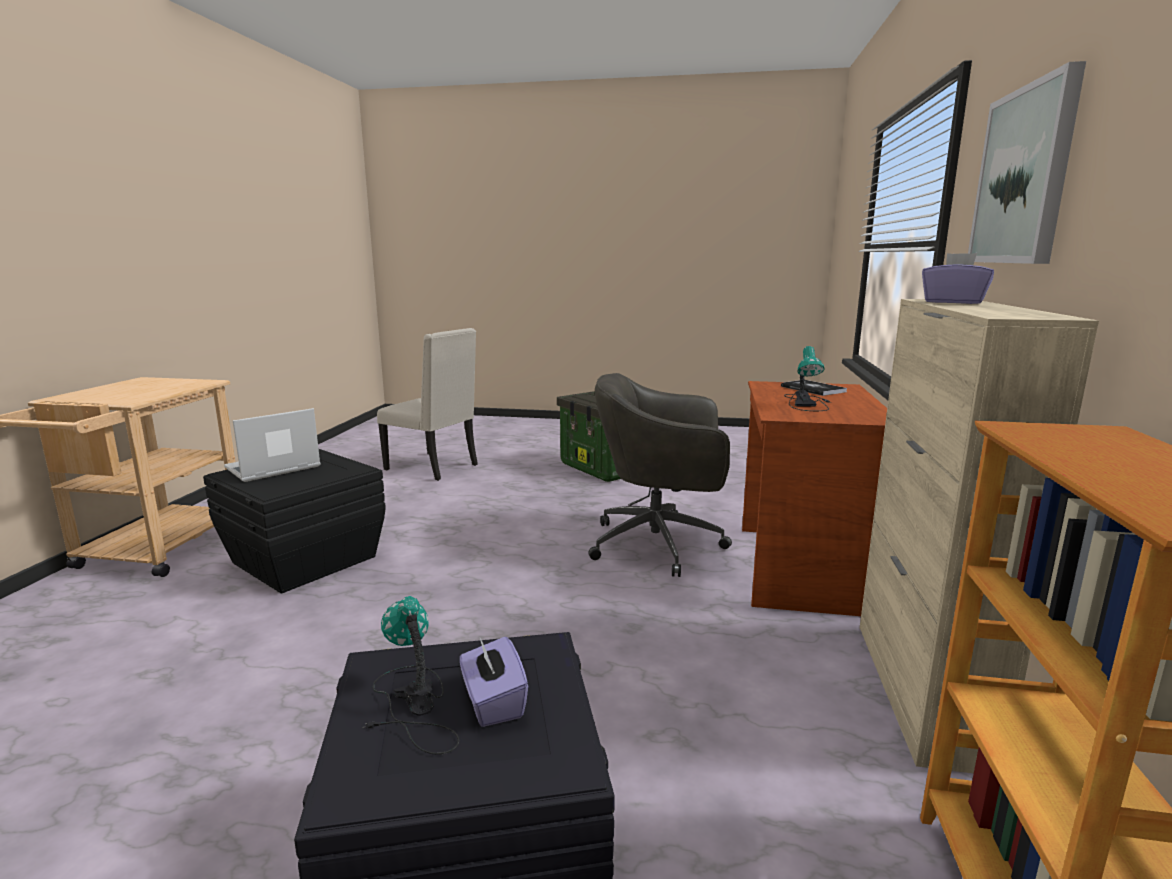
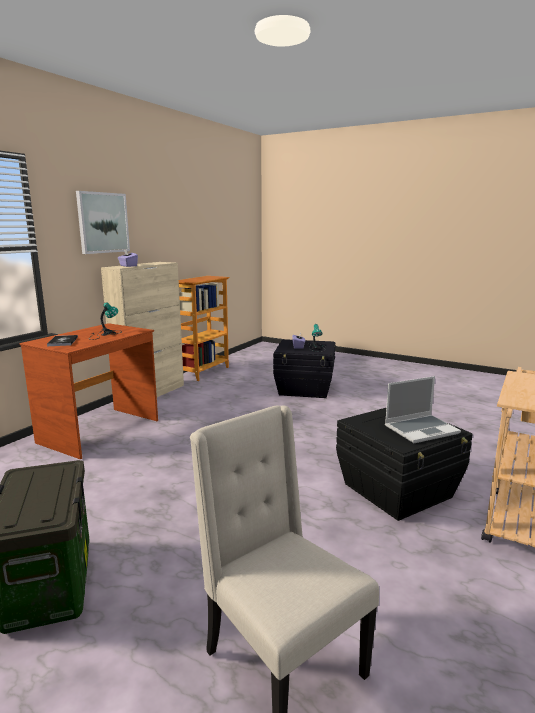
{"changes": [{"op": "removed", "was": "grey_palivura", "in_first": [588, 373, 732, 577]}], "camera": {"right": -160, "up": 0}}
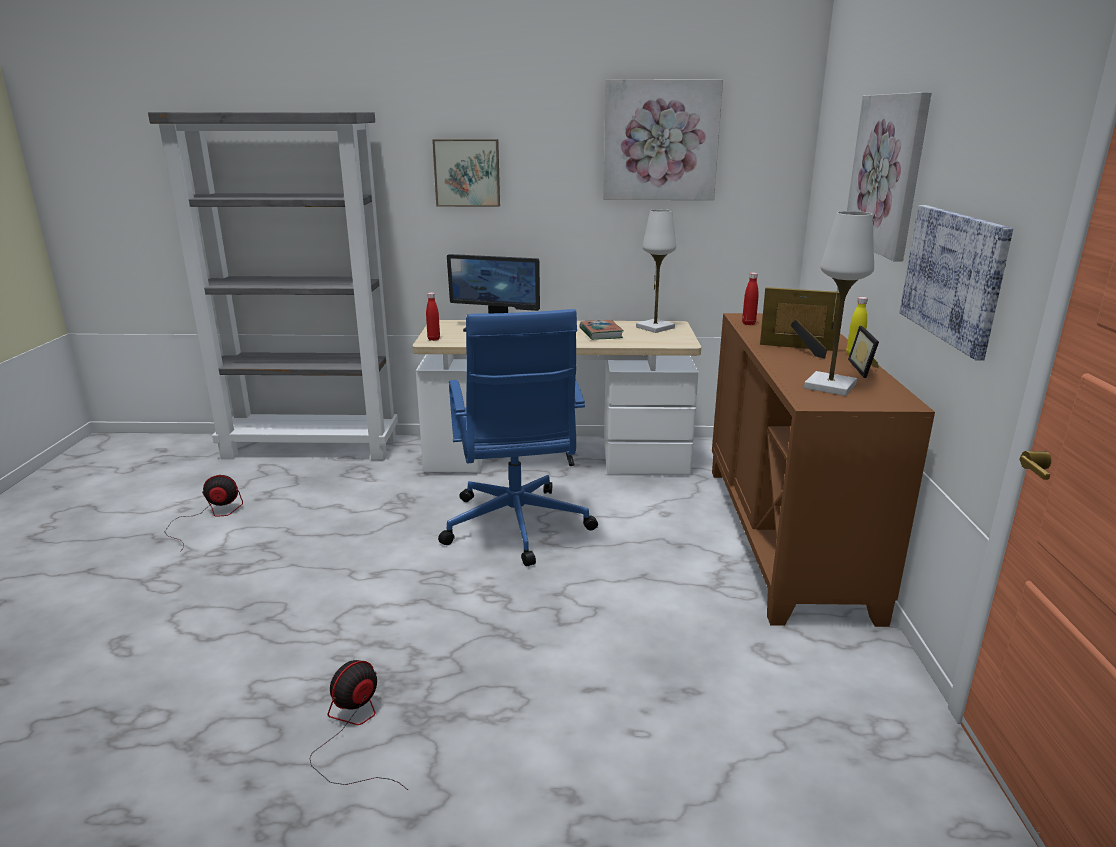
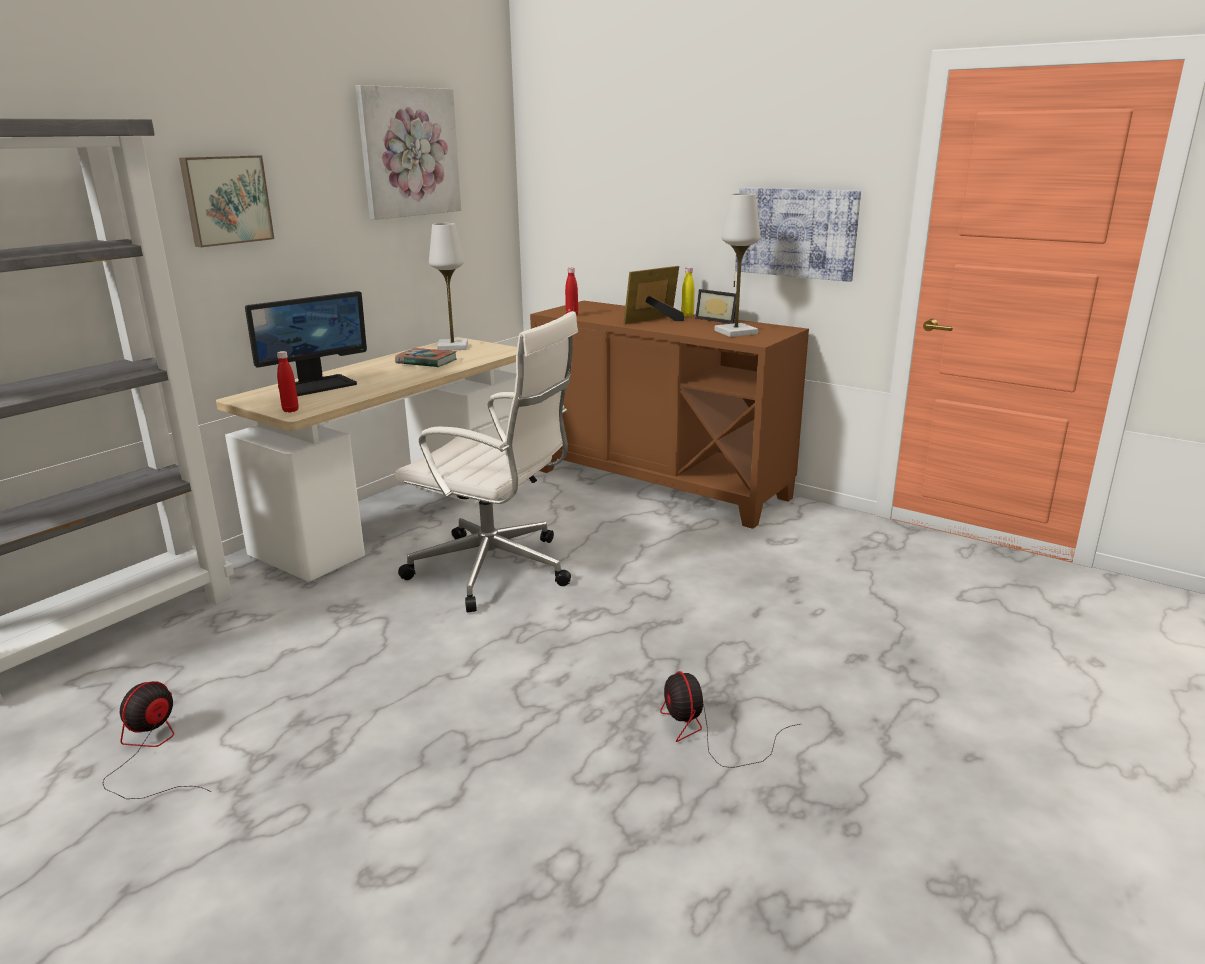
{"changes": [{"op": "recoloured", "was": "blue_palivura", "now": "white_palivura", "in_first": [438, 309, 598, 566], "in_second": [395, 311, 578, 612]}, {"op": "removed", "was": "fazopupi", "in_first": [847, 92, 932, 261]}], "camera": {"right": -55, "up": 0}}
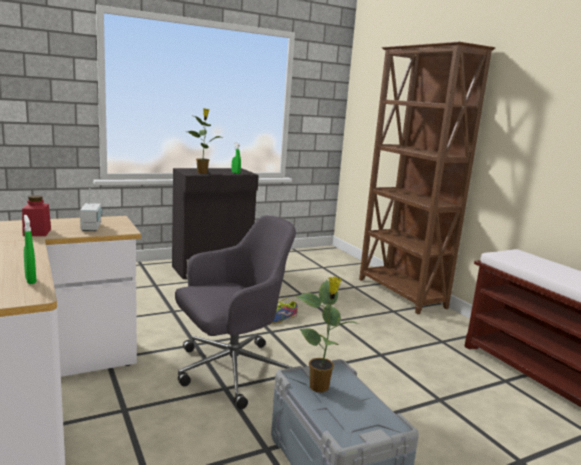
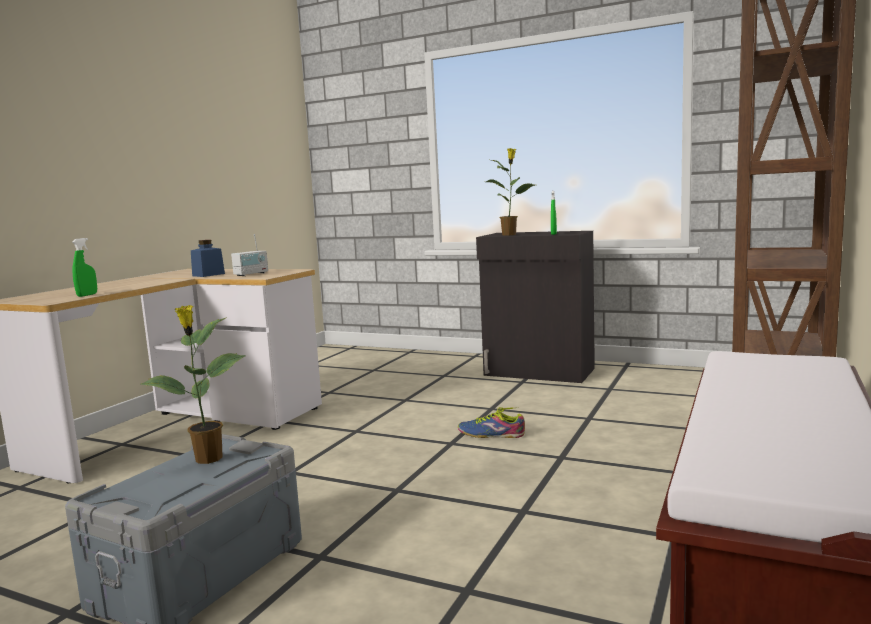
{"changes": [{"op": "recoloured", "was": "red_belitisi", "now": "blue_belitisi", "in_first": [22, 195, 51, 236], "in_second": [191, 240, 225, 277]}, {"op": "removed", "was": "grey_palivura", "in_first": [175, 215, 296, 409]}], "camera": {"right": 55, "up": -5}}
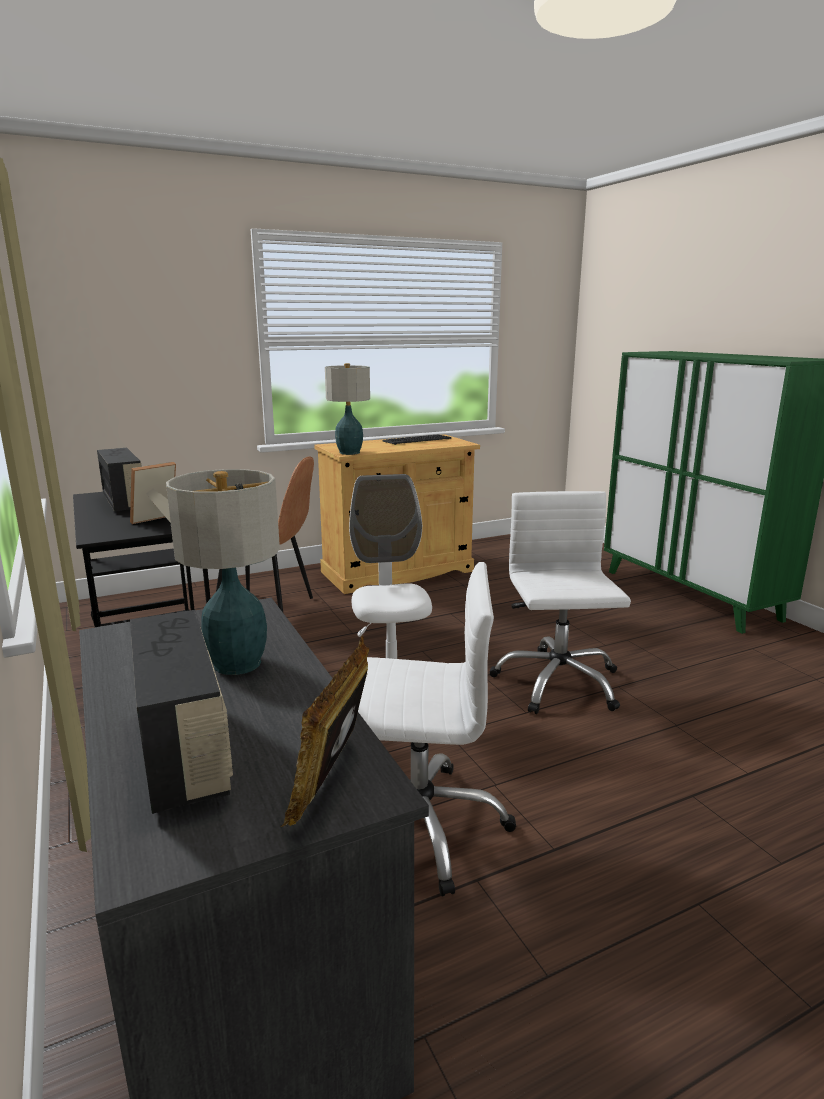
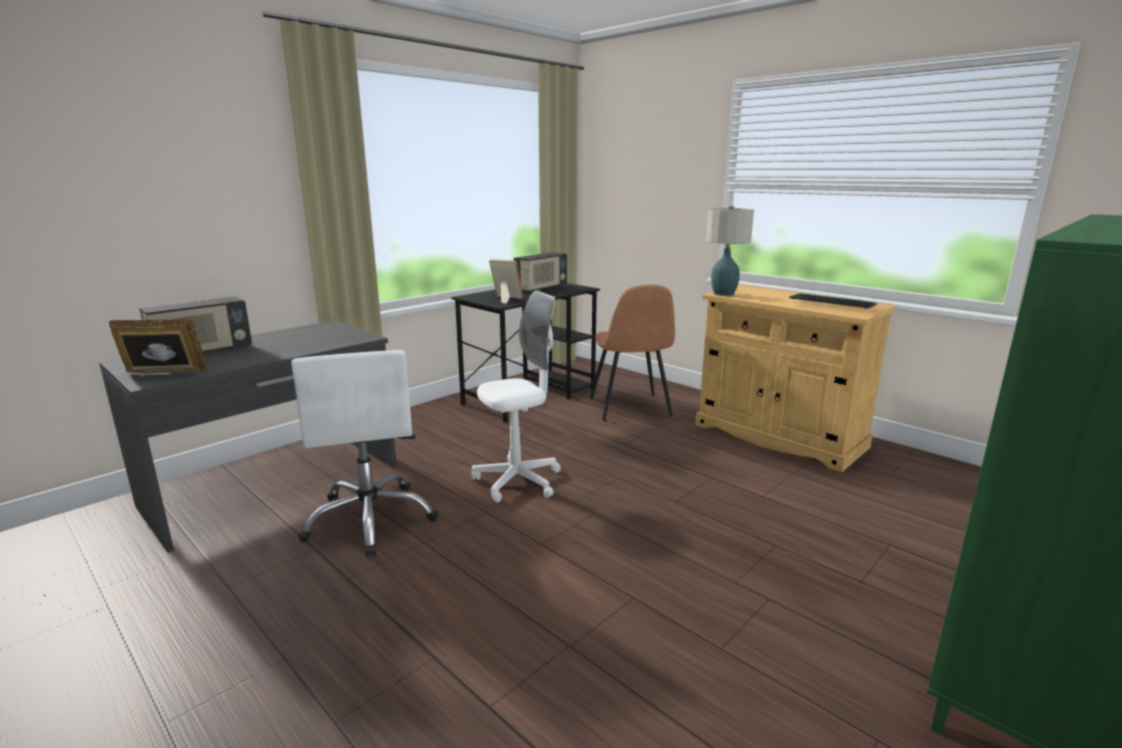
{"changes": [{"op": "removed", "was": "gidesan", "in_first": [166, 469, 280, 675]}, {"op": "removed", "was": "white_palivura", "in_first": [489, 491, 631, 714]}], "camera": {"right": 70, "up": 0}}
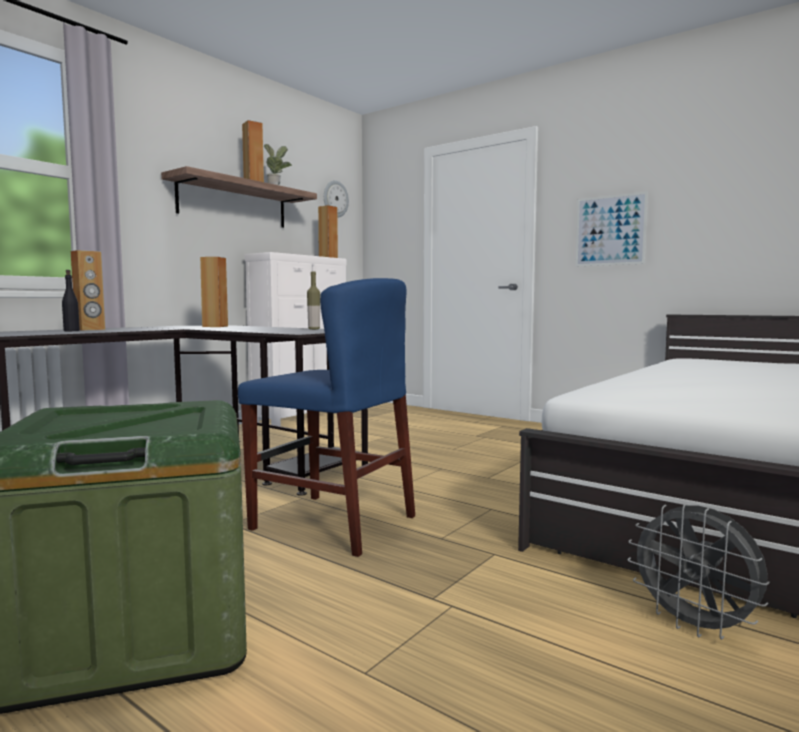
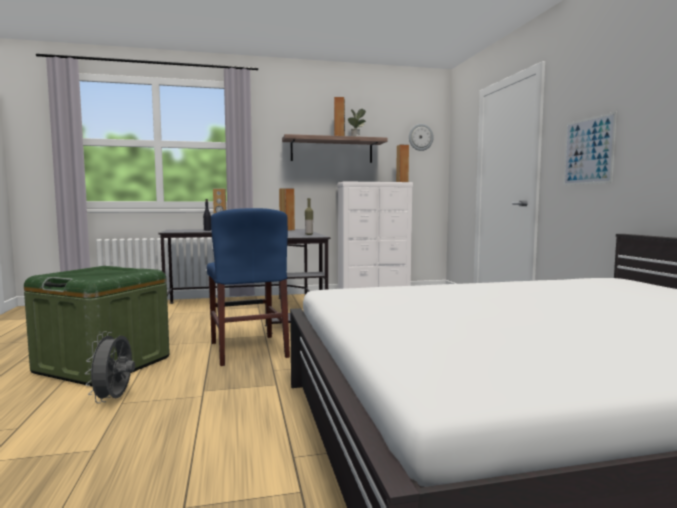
{"changes": [{"op": "moved", "was": "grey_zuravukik", "in_first": [628, 503, 770, 640], "in_second": [85, 331, 135, 403]}], "camera": {"right": 40, "up": 0}}
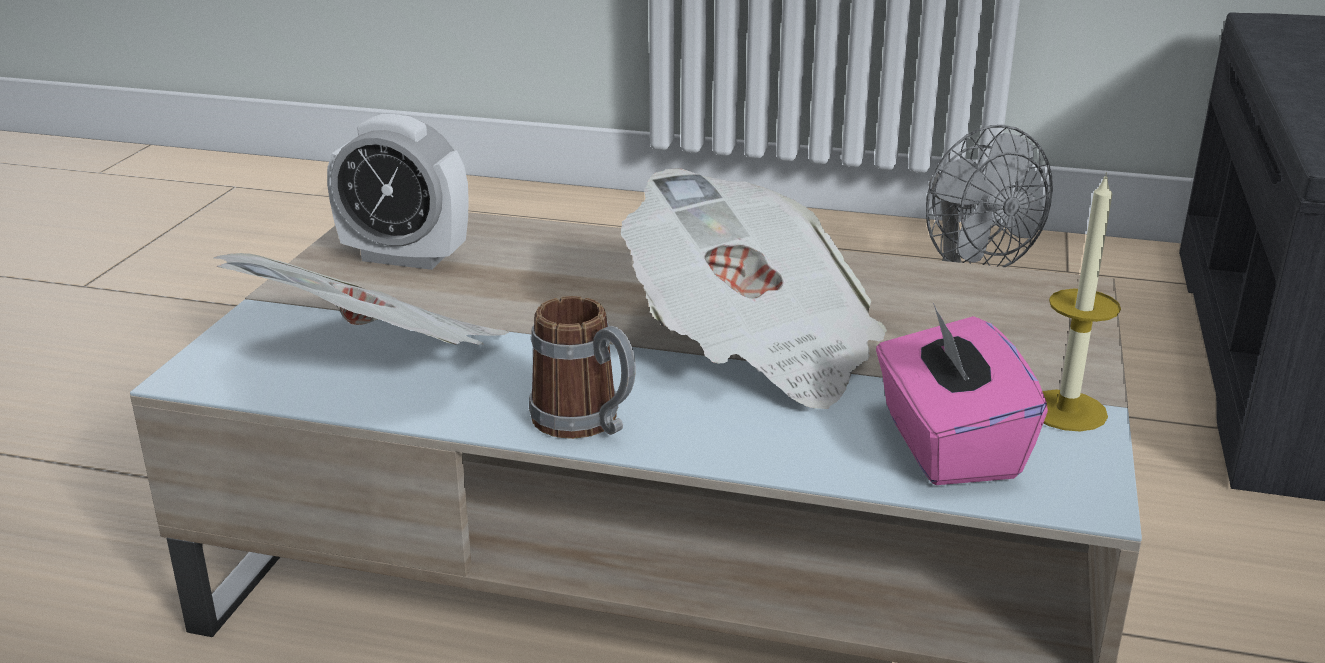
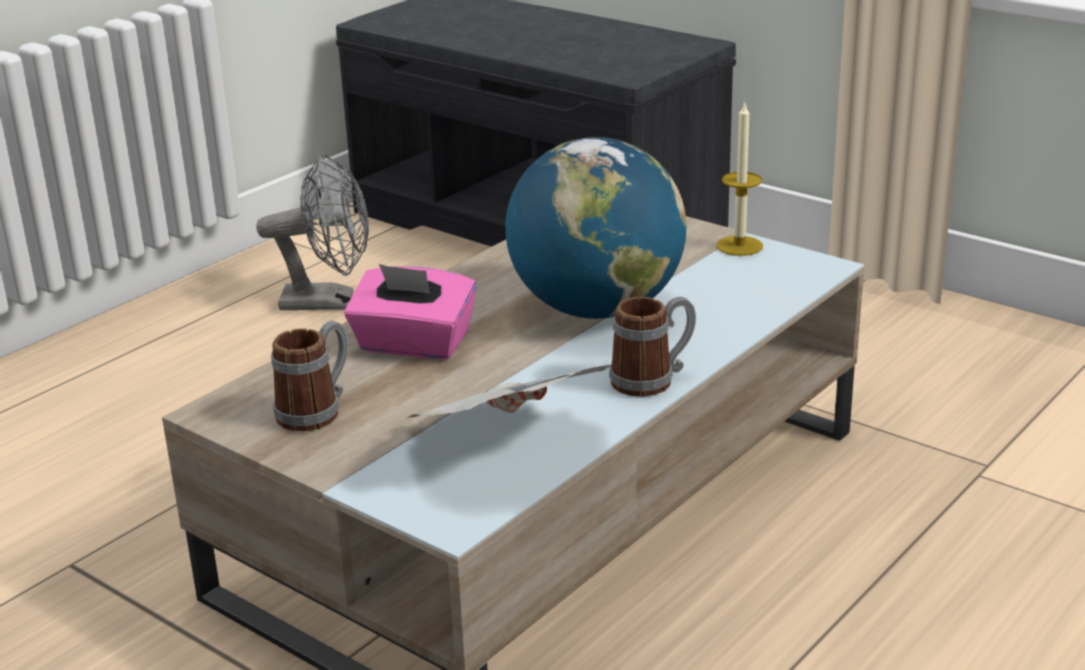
{"changes": [{"op": "replaced", "was": "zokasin", "now": "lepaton", "in_first": [327, 114, 469, 270], "in_second": [271, 321, 348, 431]}, {"op": "replaced", "was": "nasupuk", "now": "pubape", "in_first": [621, 168, 887, 409], "in_second": [505, 137, 686, 319]}, {"op": "moved", "was": "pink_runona", "in_first": [876, 302, 1048, 485], "in_second": [344, 264, 477, 360]}], "camera": {"right": -65, "up": 0}}
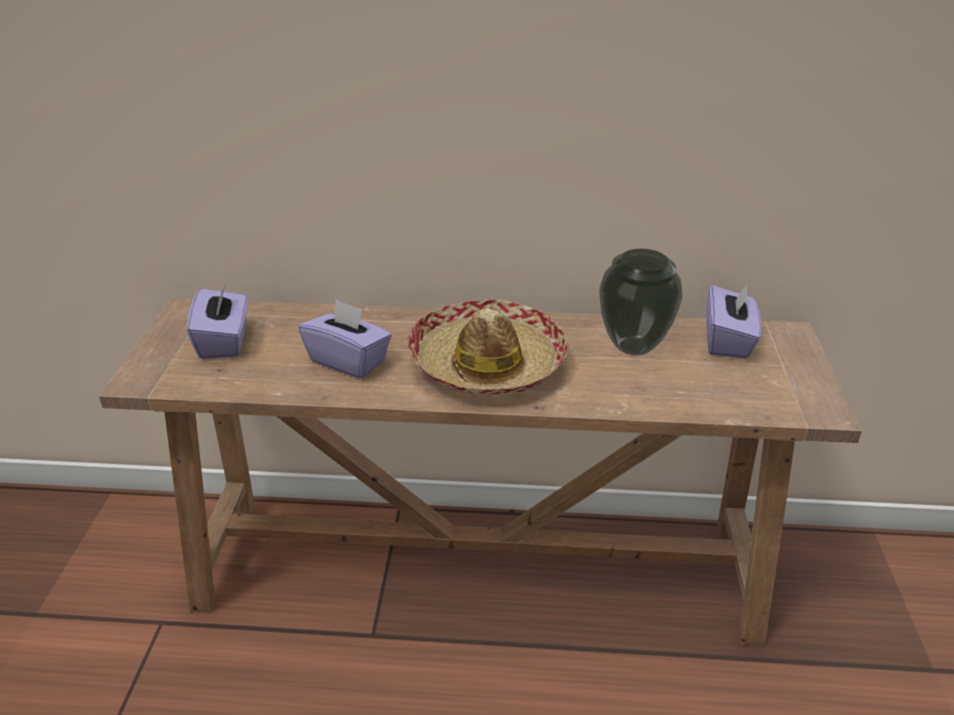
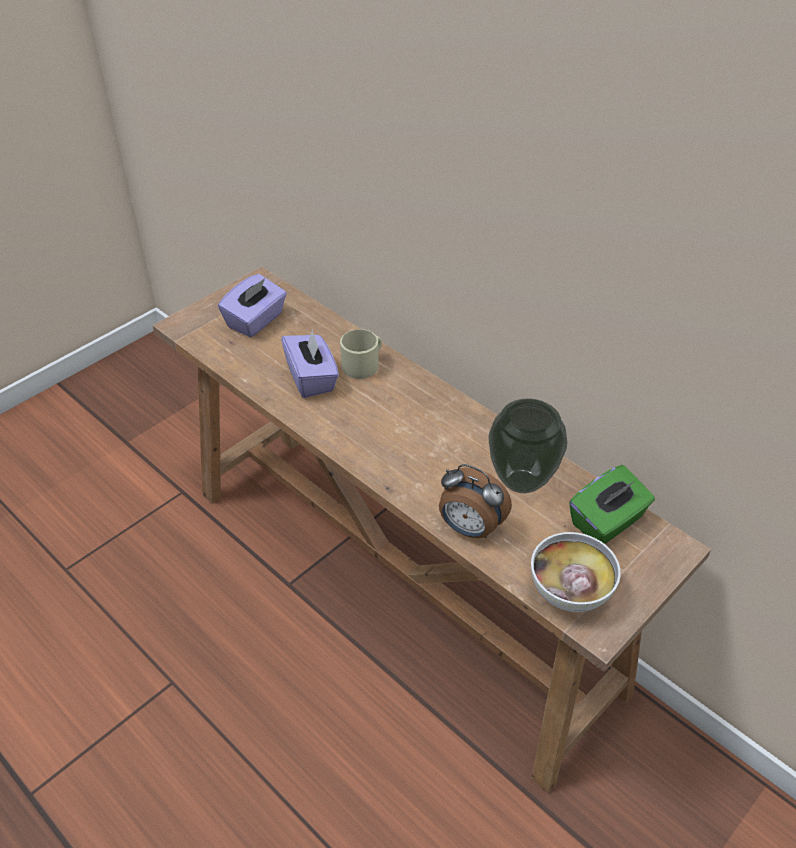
{"changes": [{"op": "removed", "was": "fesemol", "in_first": [407, 299, 568, 395]}, {"op": "recoloured", "was": "purple_runona", "now": "green_runona", "in_first": [706, 282, 762, 359], "in_second": [569, 465, 655, 544]}, {"op": "added", "now": "beige_lepaton", "in_second": [340, 329, 382, 379]}, {"op": "added", "now": "zokasin", "in_second": [439, 464, 512, 538]}, {"op": "added", "now": "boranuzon", "in_second": [531, 532, 621, 612]}], "camera": {"right": 40, "up": 10}}
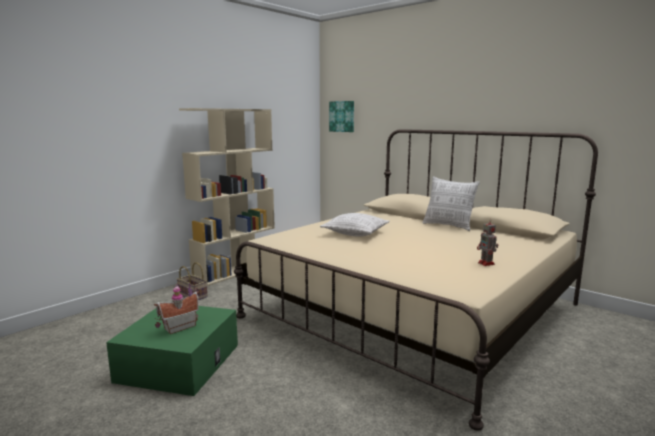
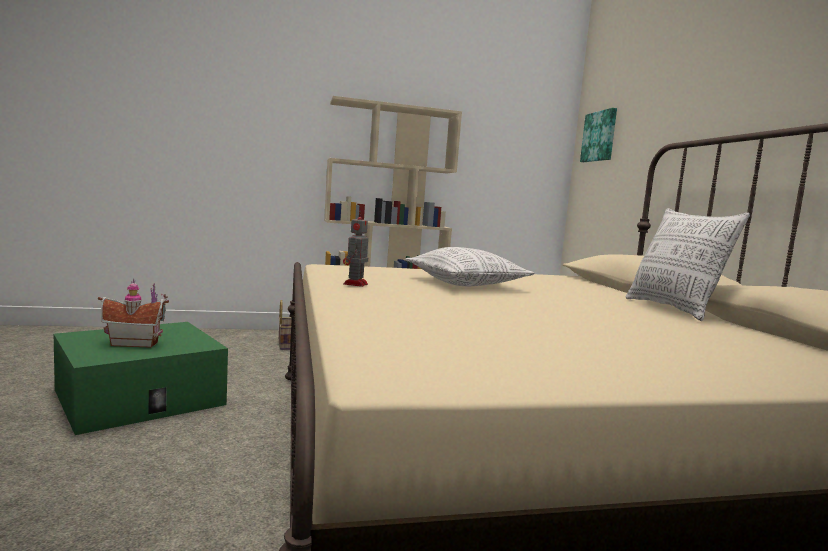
{"changes": [{"op": "moved", "was": "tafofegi", "in_first": [477, 219, 498, 266], "in_second": [343, 210, 368, 287]}], "camera": {"right": 35, "up": -5}}
